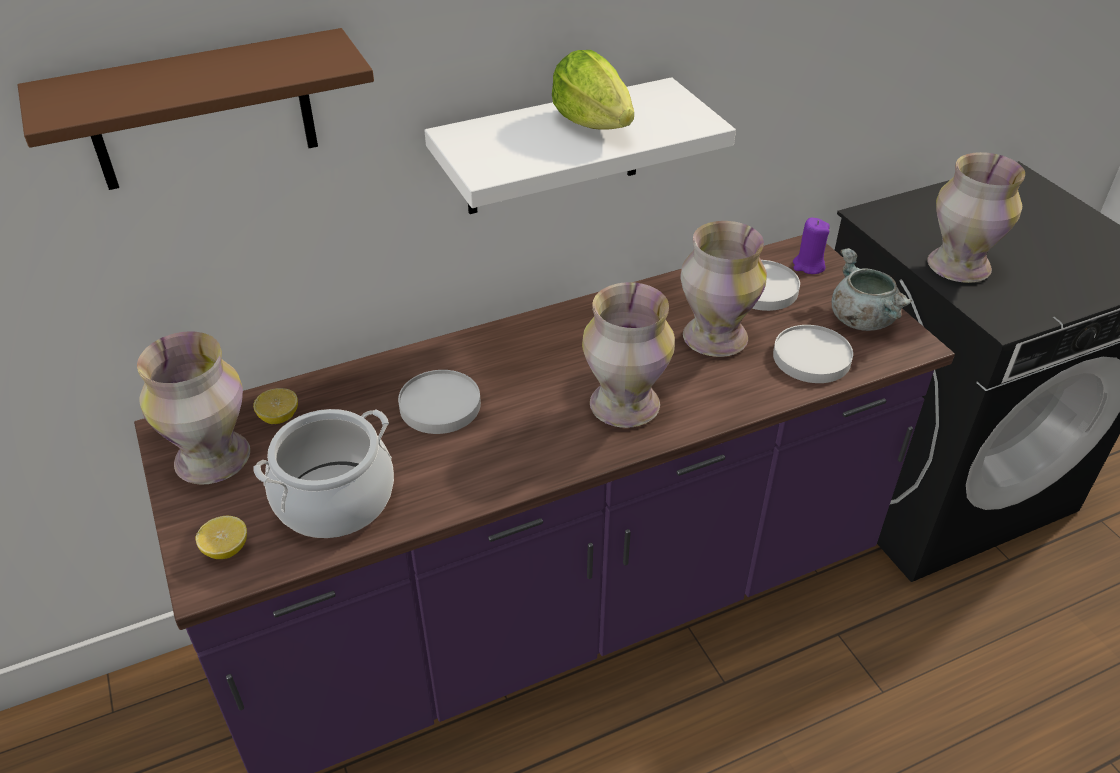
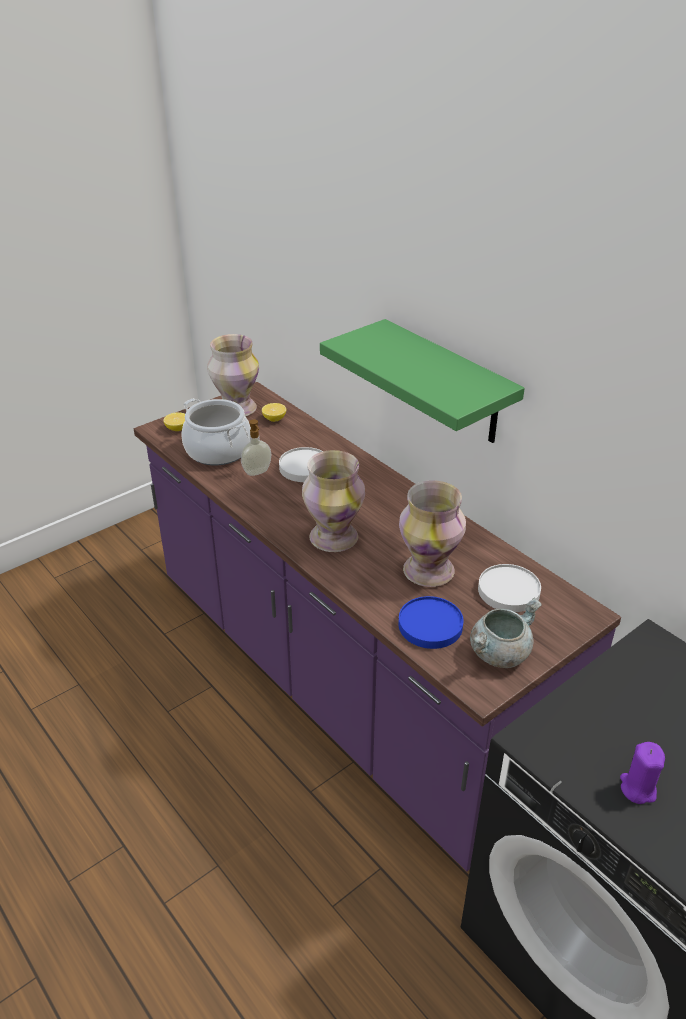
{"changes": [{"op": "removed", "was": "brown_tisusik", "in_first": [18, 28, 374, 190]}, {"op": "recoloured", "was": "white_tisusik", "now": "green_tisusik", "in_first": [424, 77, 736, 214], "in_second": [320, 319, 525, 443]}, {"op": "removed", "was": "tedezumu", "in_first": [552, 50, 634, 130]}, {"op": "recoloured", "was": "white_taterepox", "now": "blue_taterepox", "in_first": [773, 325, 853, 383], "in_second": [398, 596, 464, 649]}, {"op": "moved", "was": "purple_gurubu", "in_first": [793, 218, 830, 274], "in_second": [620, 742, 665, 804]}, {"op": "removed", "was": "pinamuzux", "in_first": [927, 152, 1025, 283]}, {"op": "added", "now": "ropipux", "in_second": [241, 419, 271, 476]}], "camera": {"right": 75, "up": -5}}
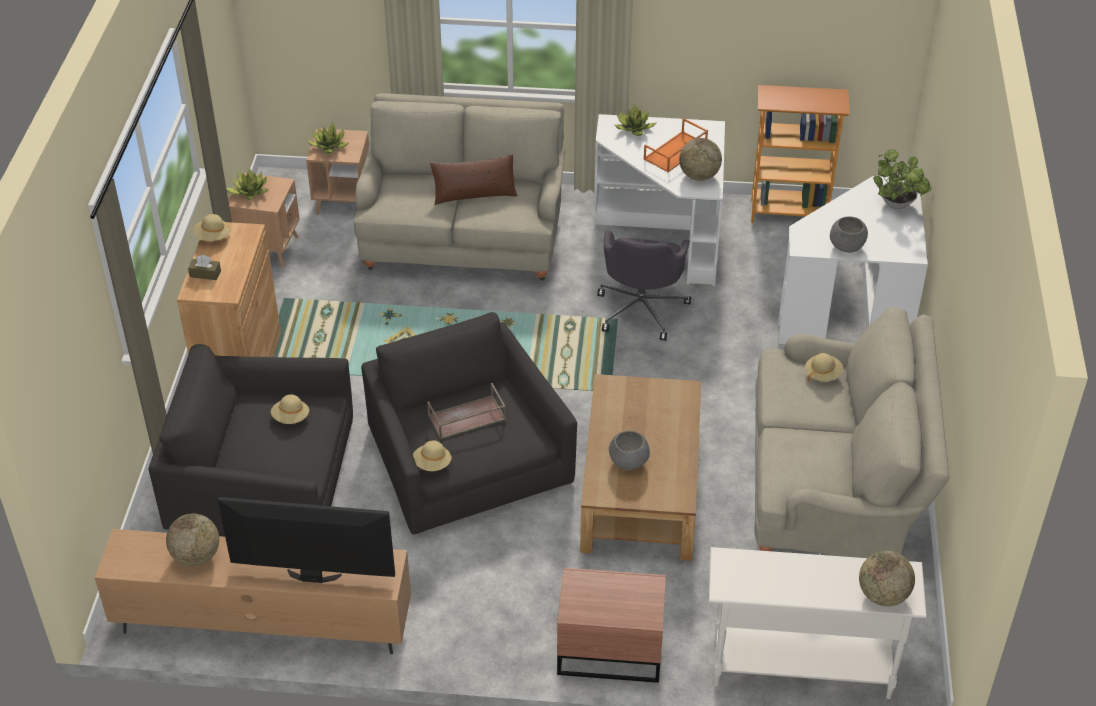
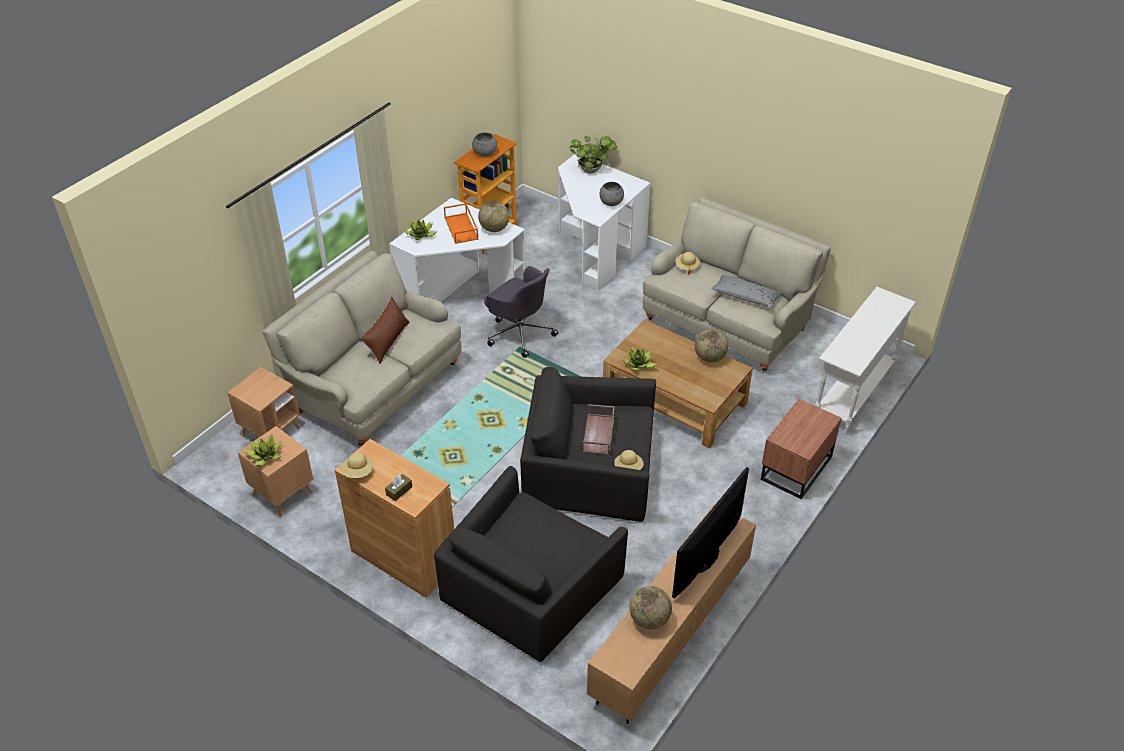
{"changes": [{"op": "removed", "was": "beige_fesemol", "in_first": [271, 394, 309, 424]}, {"op": "moved", "was": "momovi", "in_first": [307, 123, 349, 154], "in_second": [622, 347, 657, 371]}, {"op": "moved", "was": "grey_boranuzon", "in_first": [609, 431, 650, 470], "in_second": [472, 132, 497, 157]}, {"op": "moved", "was": "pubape", "in_first": [859, 551, 915, 606], "in_second": [695, 329, 728, 363]}, {"op": "added", "now": "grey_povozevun", "in_second": [711, 275, 782, 307]}], "camera": {"right": -60, "up": 0}}
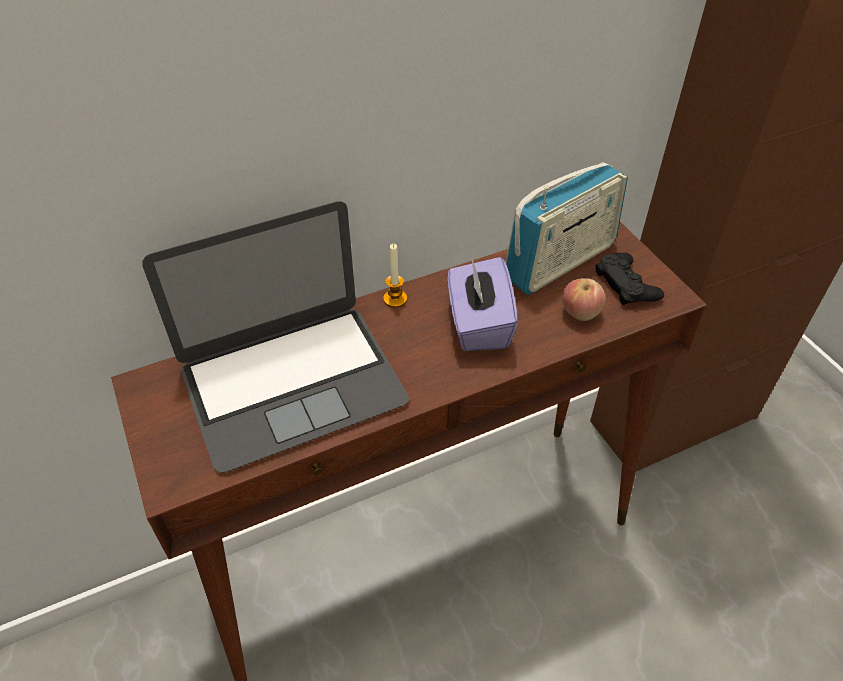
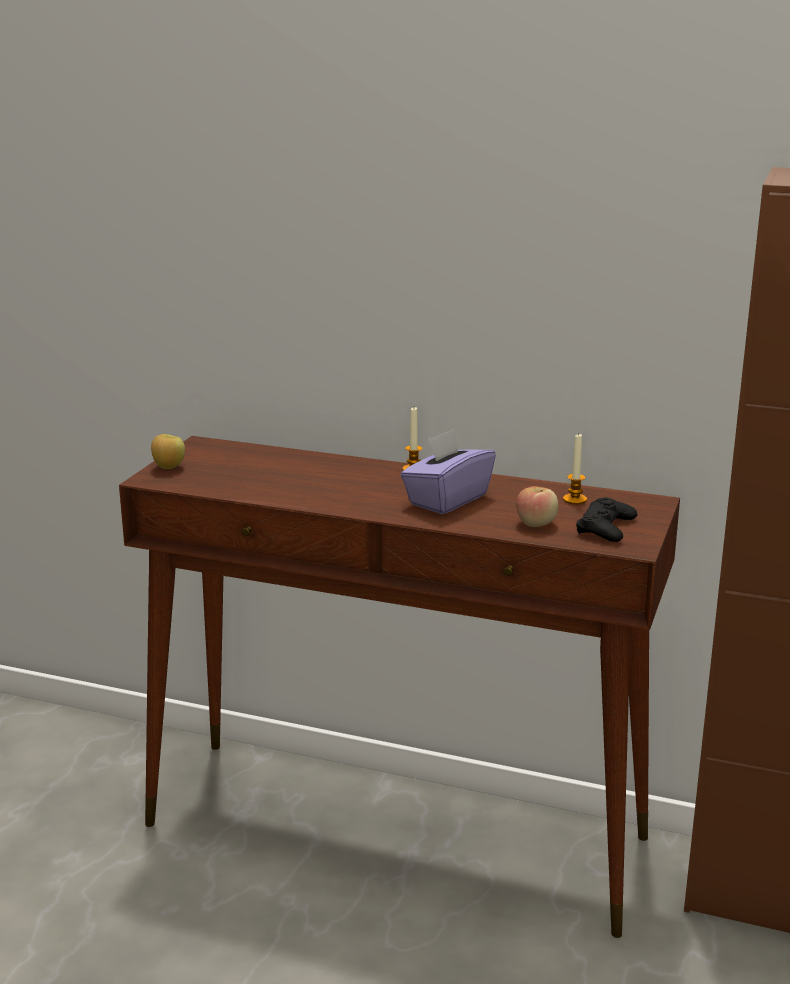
{"changes": [{"op": "removed", "was": "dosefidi", "in_first": [142, 201, 409, 473]}, {"op": "replaced", "was": "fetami", "now": "gurubu", "in_first": [505, 162, 628, 295], "in_second": [563, 434, 587, 505]}, {"op": "added", "now": "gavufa", "in_second": [151, 434, 185, 469]}], "camera": {"right": 45, "up": -25}}
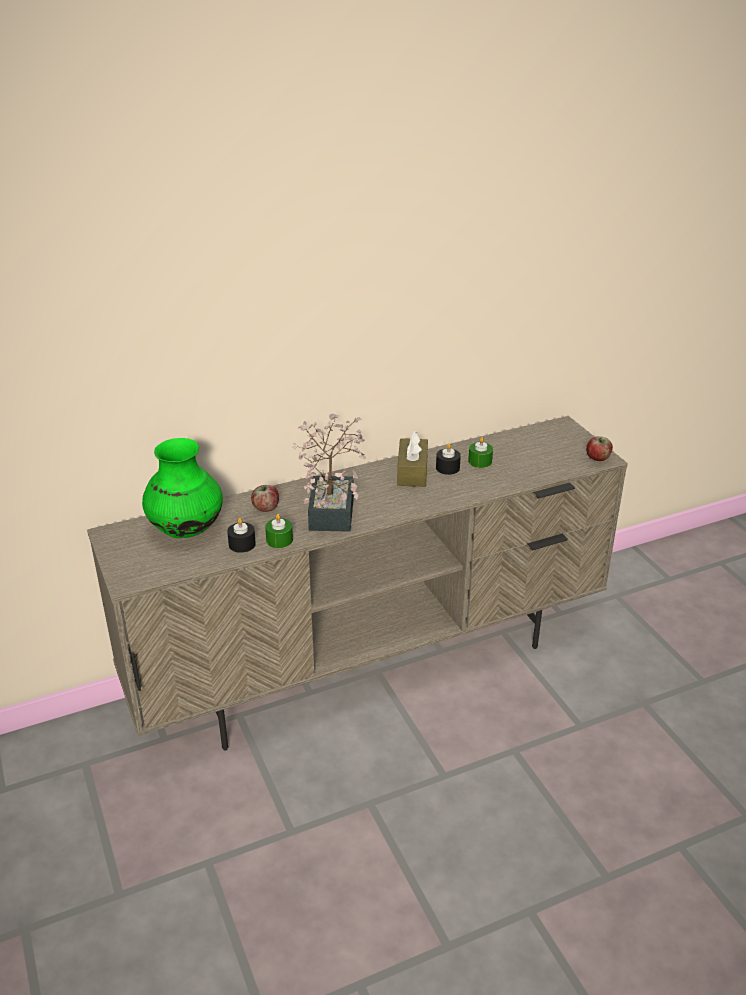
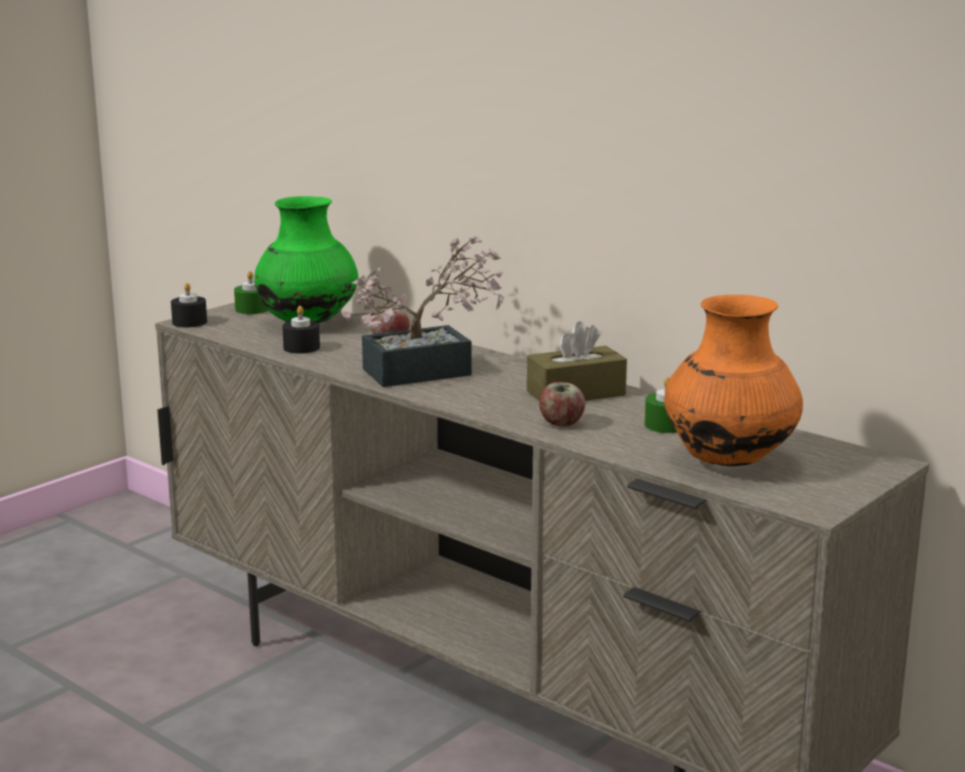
{"changes": [{"op": "moved", "was": "green_gurubu", "in_first": [265, 514, 293, 548], "in_second": [234, 271, 268, 314]}, {"op": "moved", "was": "black_gurubu", "in_first": [436, 443, 461, 475], "in_second": [171, 283, 207, 327]}, {"op": "moved", "was": "gavufa", "in_first": [586, 436, 613, 461], "in_second": [539, 382, 585, 426]}, {"op": "added", "now": "orange_pinamuzux", "in_second": [664, 295, 803, 466]}], "camera": {"right": 65, "up": -15}}
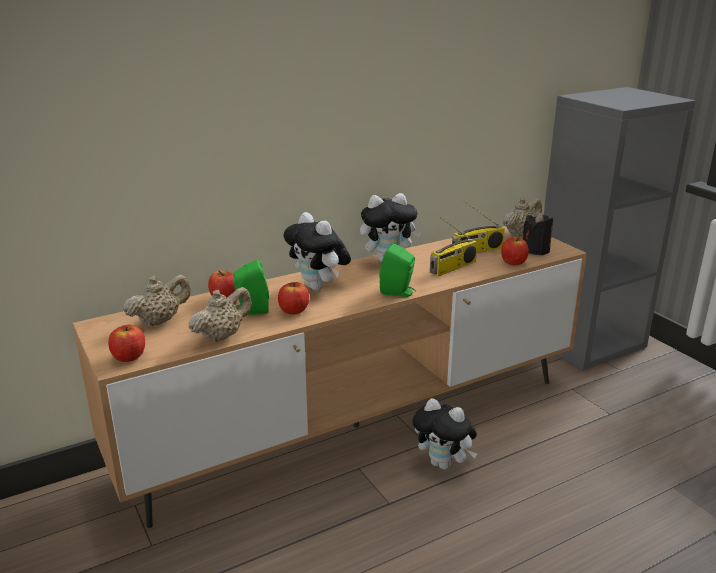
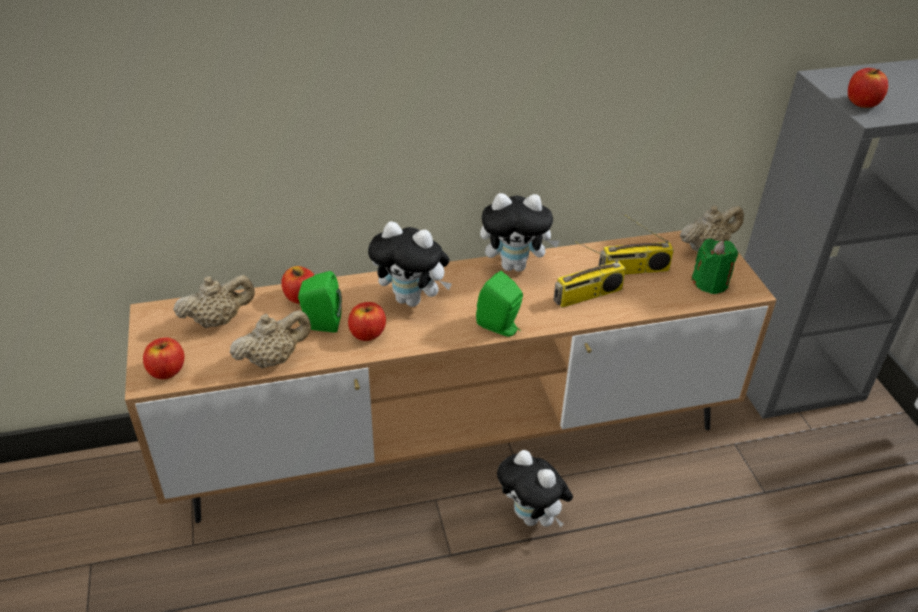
{"changes": [{"op": "turned", "was": "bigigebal", "in_first": [283, 212, 351, 291], "in_second": [368, 221, 452, 307], "clockwise": -45}, {"op": "moved", "was": "gavufa", "in_first": [501, 237, 529, 265], "in_second": [848, 68, 888, 108]}, {"op": "recoloured", "was": "black_gurubu", "now": "green_gurubu", "in_first": [523, 212, 553, 255], "in_second": [691, 239, 738, 294]}], "camera": {"right": 15, "up": 15}}
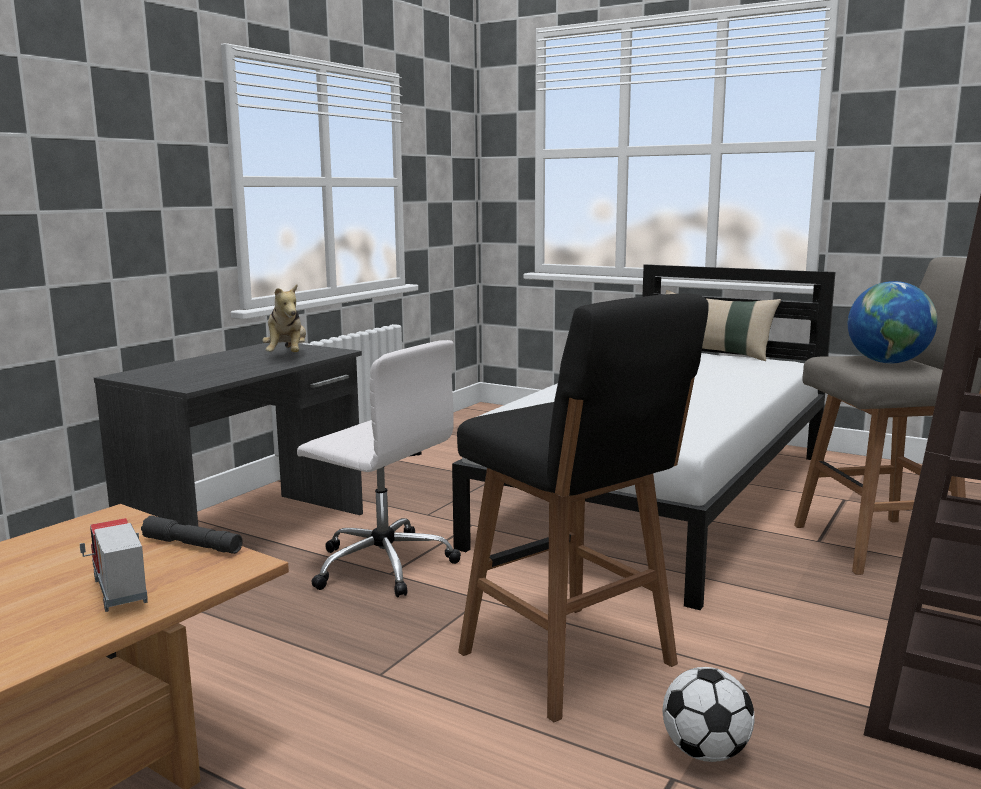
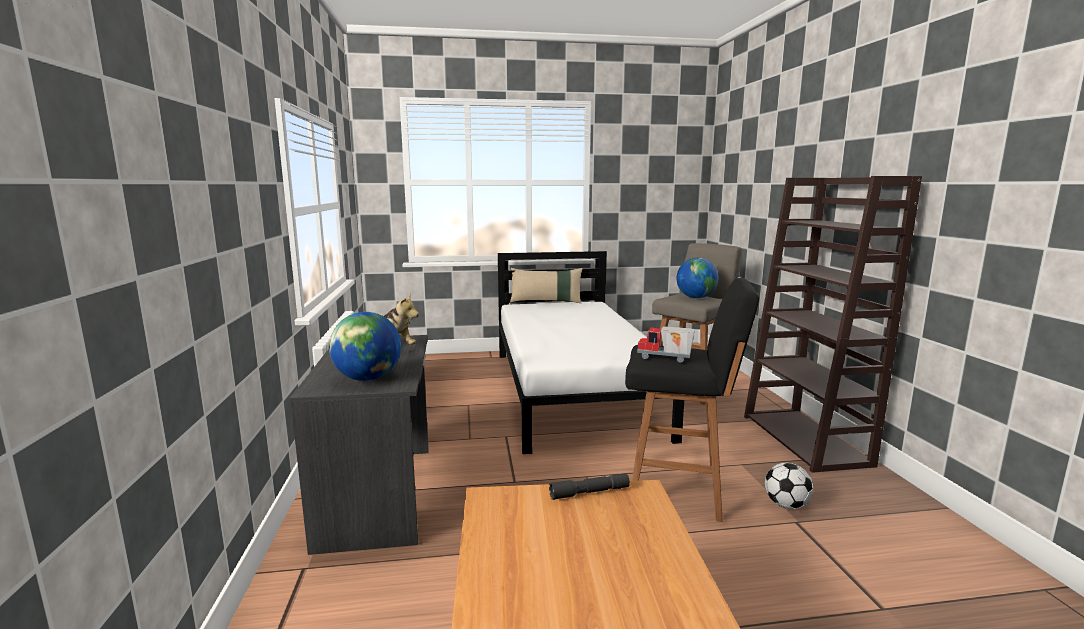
{"changes": [{"op": "moved", "was": "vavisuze", "in_first": [79, 518, 148, 612], "in_second": [637, 326, 695, 363]}, {"op": "removed", "was": "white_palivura", "in_first": [297, 340, 461, 598]}, {"op": "added", "now": "pubape", "in_second": [329, 312, 401, 381]}], "camera": {"right": -40, "up": 0}}
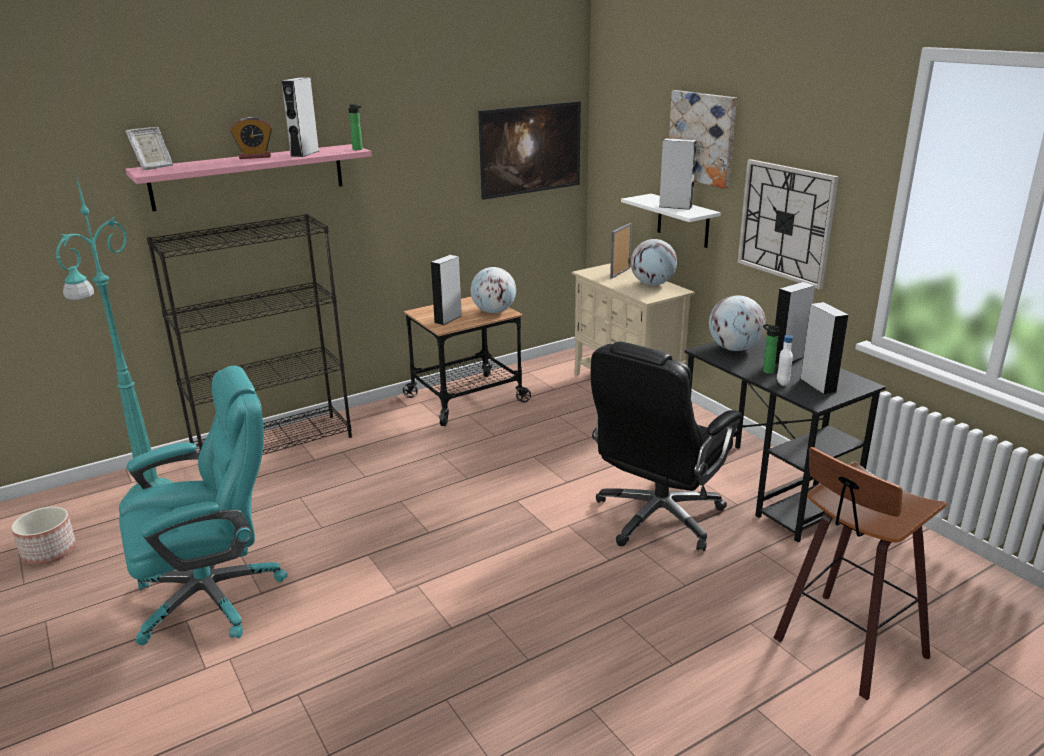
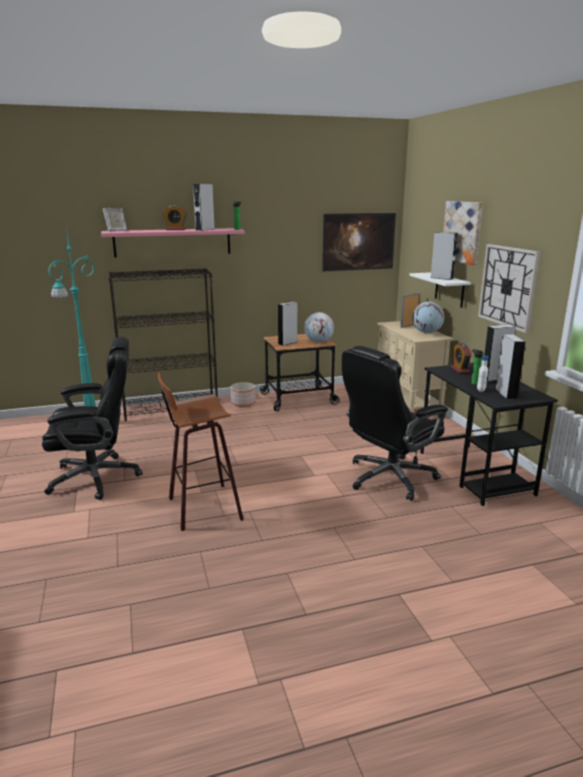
{"changes": [{"op": "moved", "was": "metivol", "in_first": [11, 507, 76, 564], "in_second": [230, 382, 255, 408]}, {"op": "recoloured", "was": "turquoise_palivura", "now": "black_palivura", "in_first": [119, 366, 288, 645], "in_second": [42, 337, 143, 500]}, {"op": "replaced", "was": "pubape", "now": "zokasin", "in_first": [709, 295, 766, 351], "in_second": [451, 343, 471, 374]}, {"op": "moved", "was": "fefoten", "in_first": [774, 447, 947, 700], "in_second": [158, 373, 244, 531]}], "camera": {"right": 15, "up": -5}}
